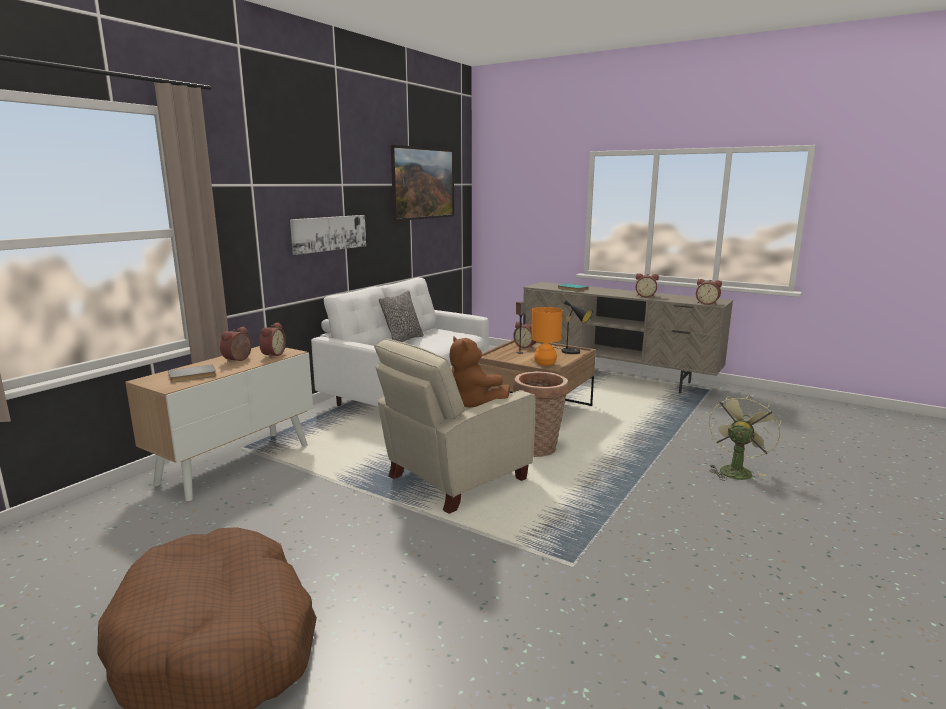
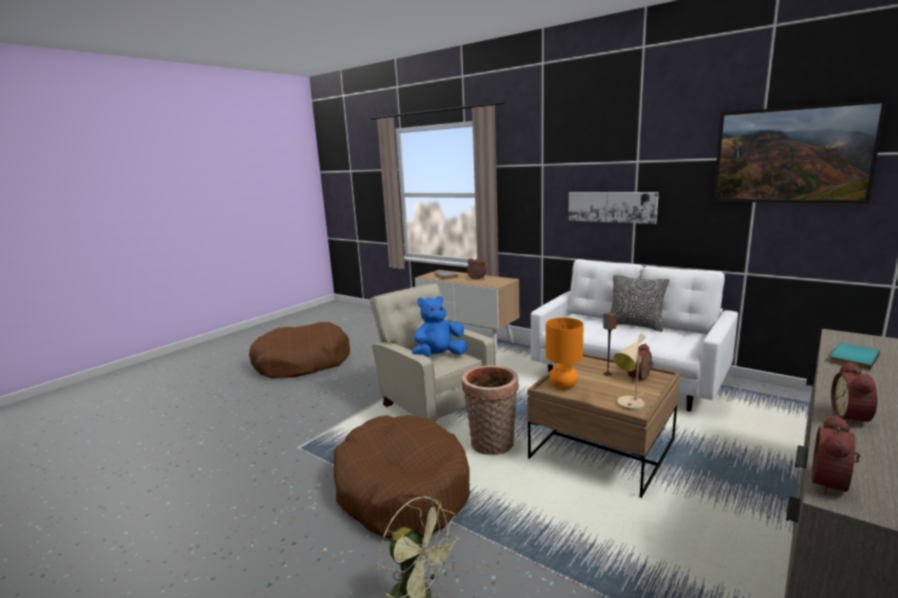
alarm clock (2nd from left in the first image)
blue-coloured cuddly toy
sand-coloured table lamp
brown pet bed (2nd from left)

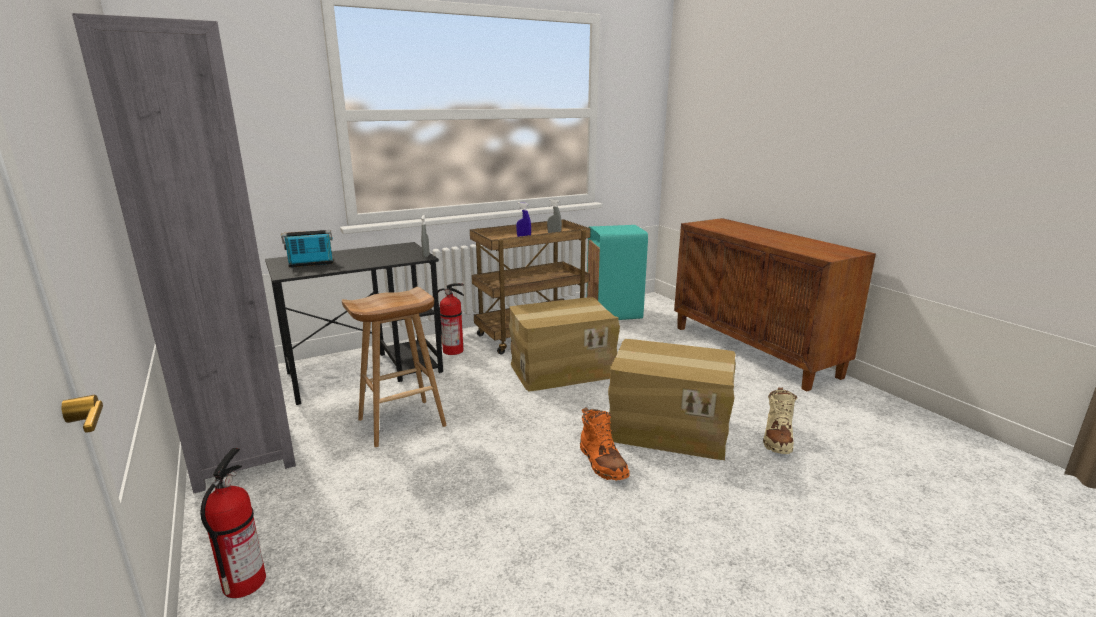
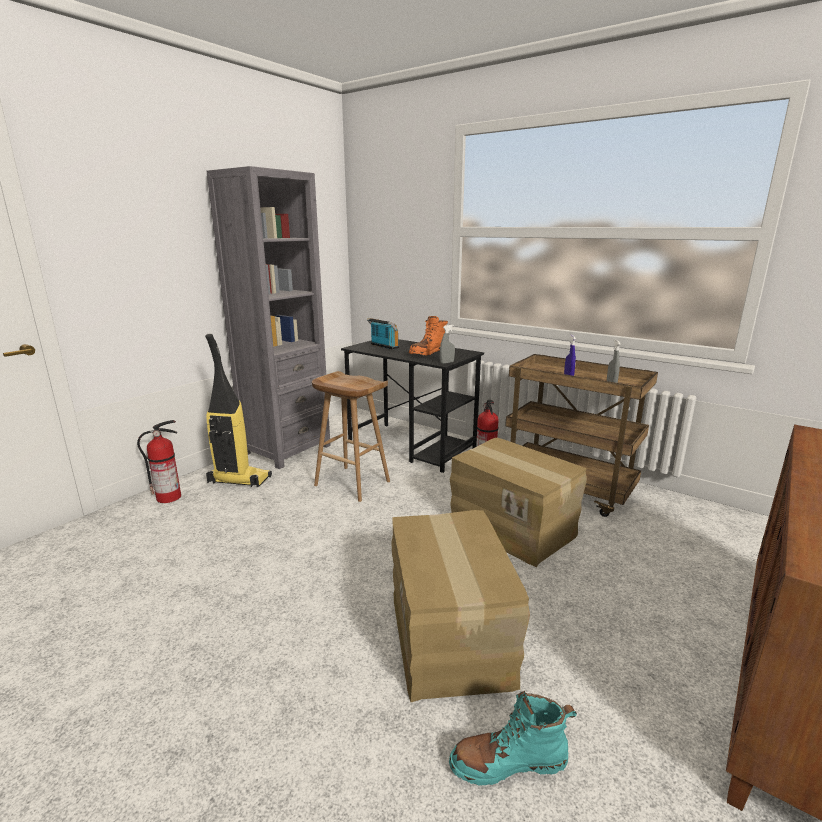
orangey tall boot
blue-green rubbish bin
blue-green tall boot
hoover

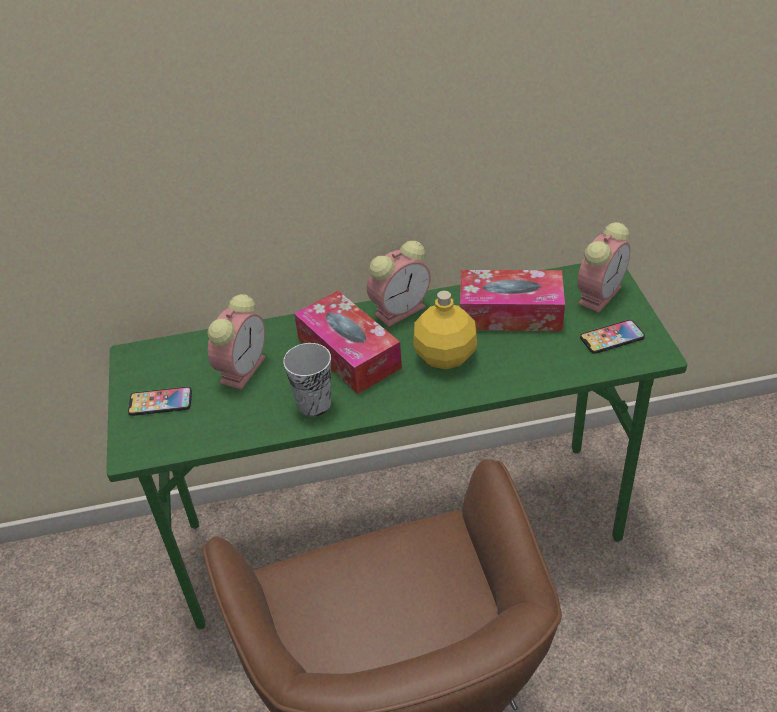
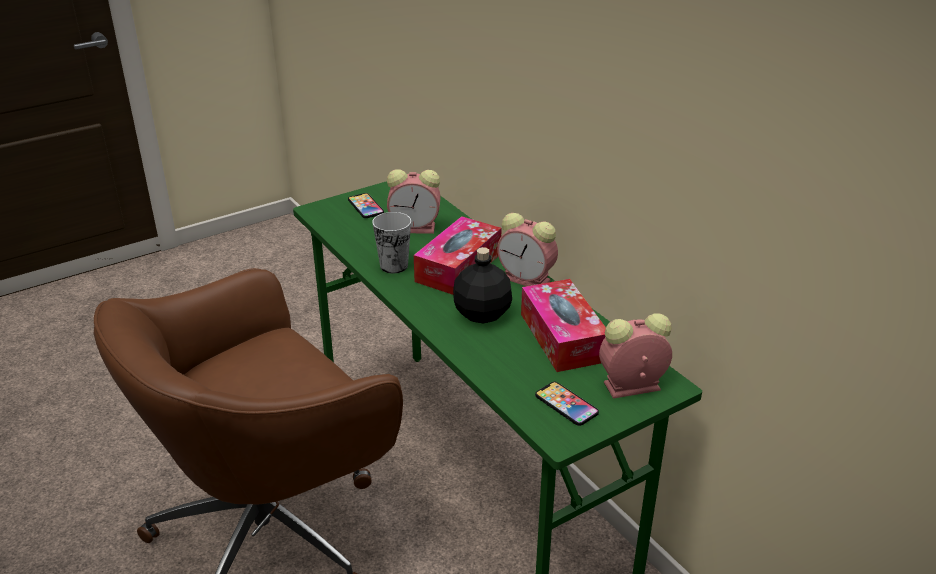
black drink bottle
alarm clock (3rd from left)

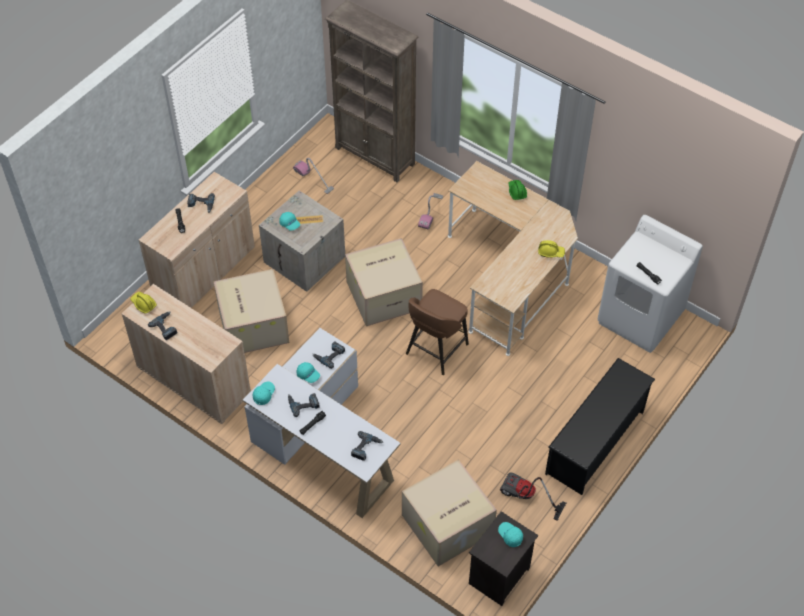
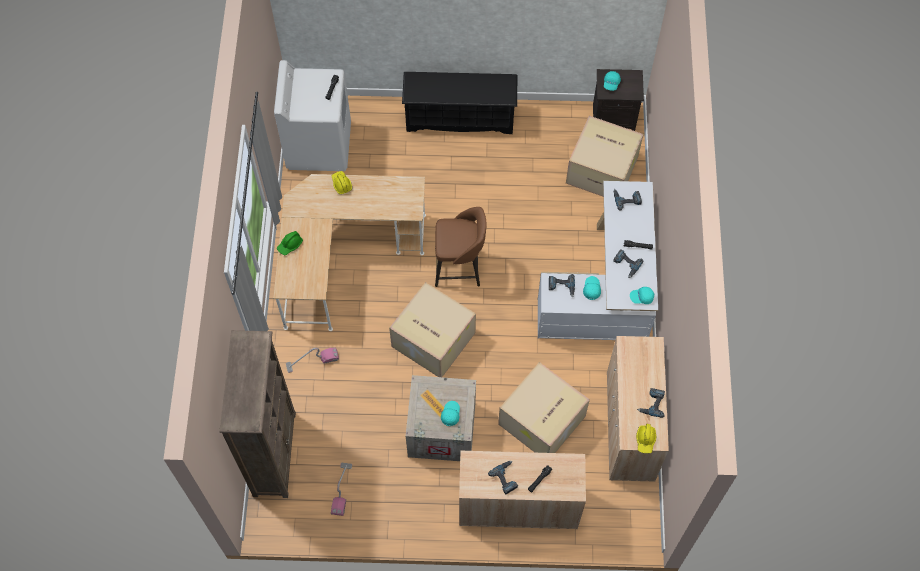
hoover (3rd from left in the first image)

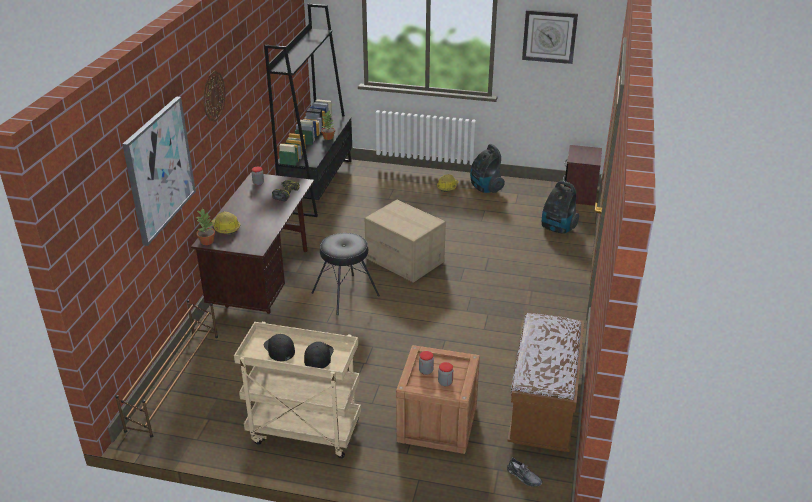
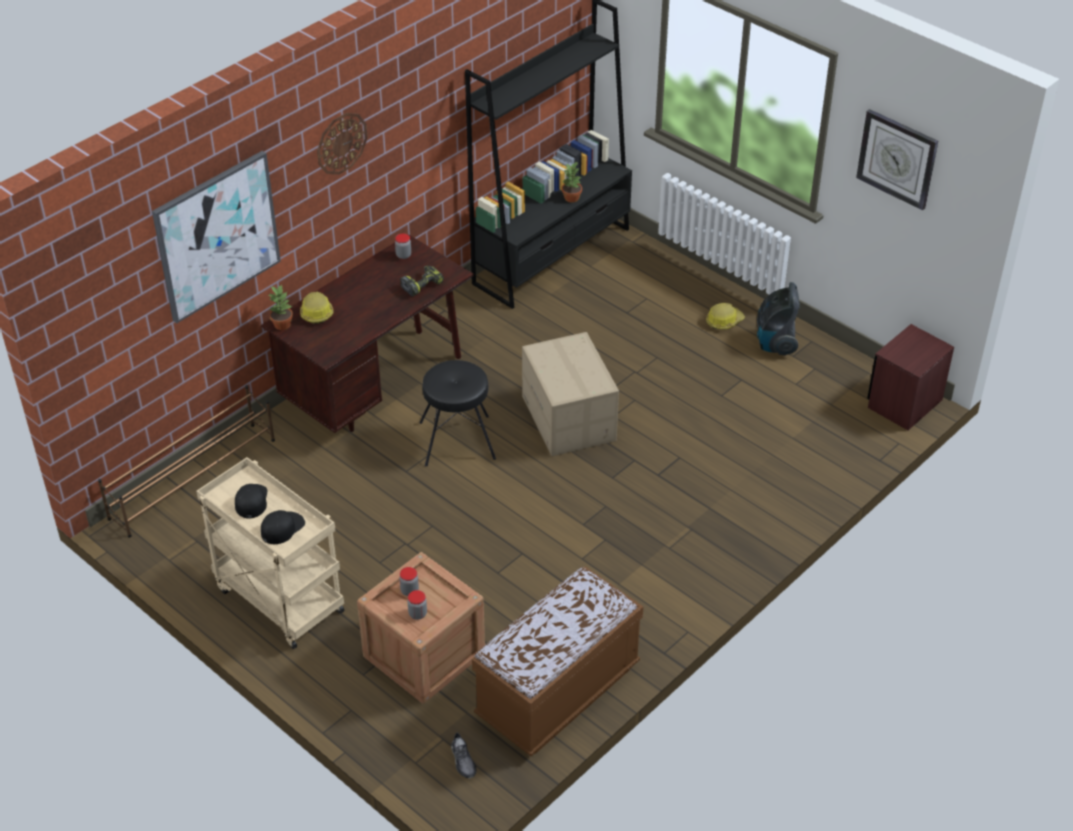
hoover (2nd from left in the first image)

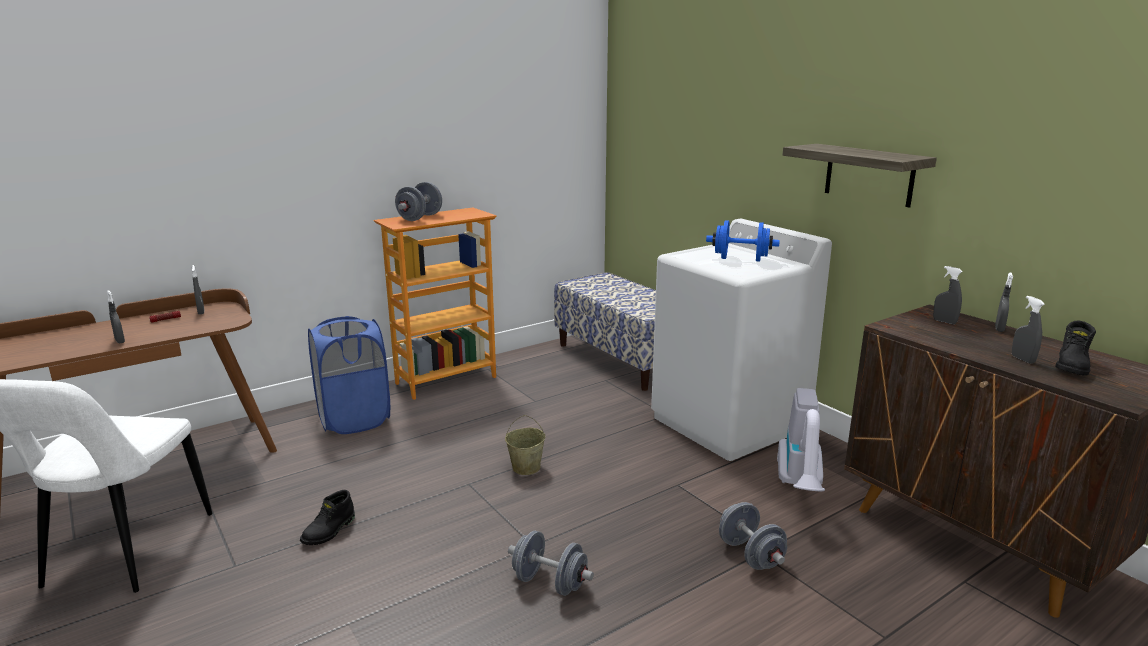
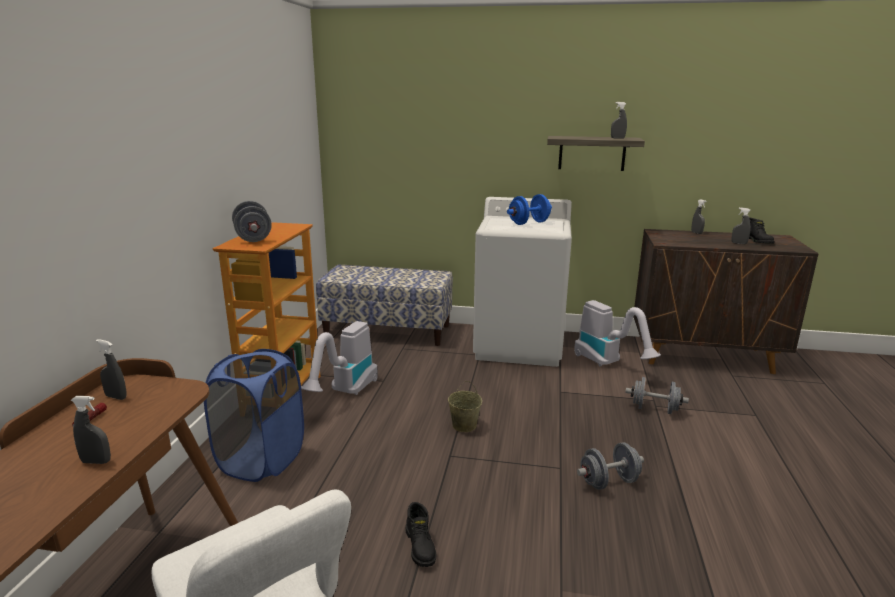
grey sprayer (3rd from left)
hoover (1st from left)

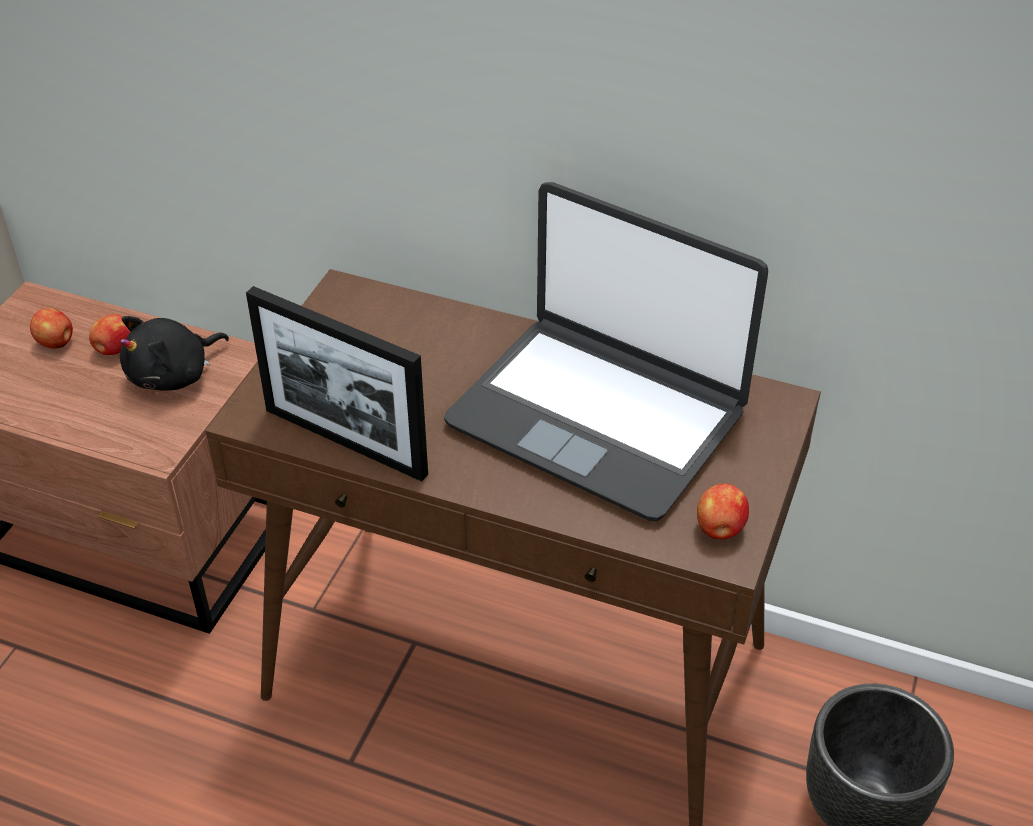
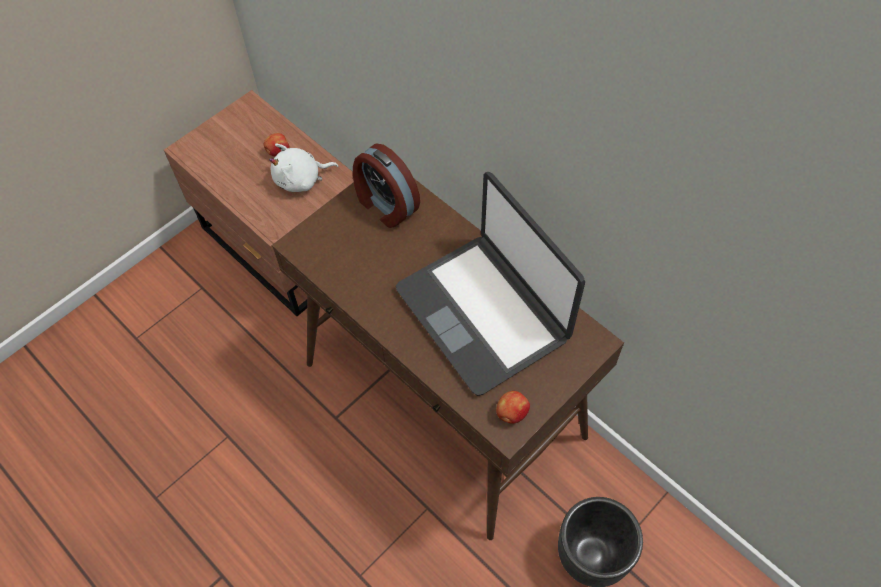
whole apple (1st from left in the first image)
white-coloured cuddly toy
standing frame
alarm clock

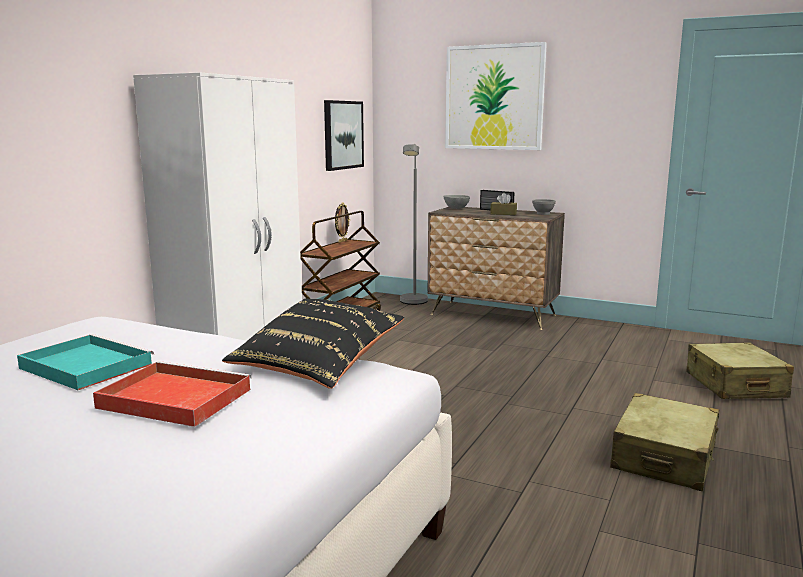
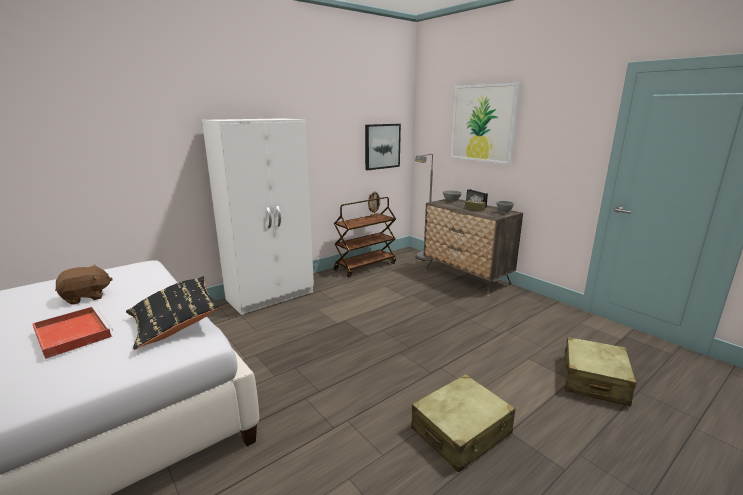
brown cuddly toy

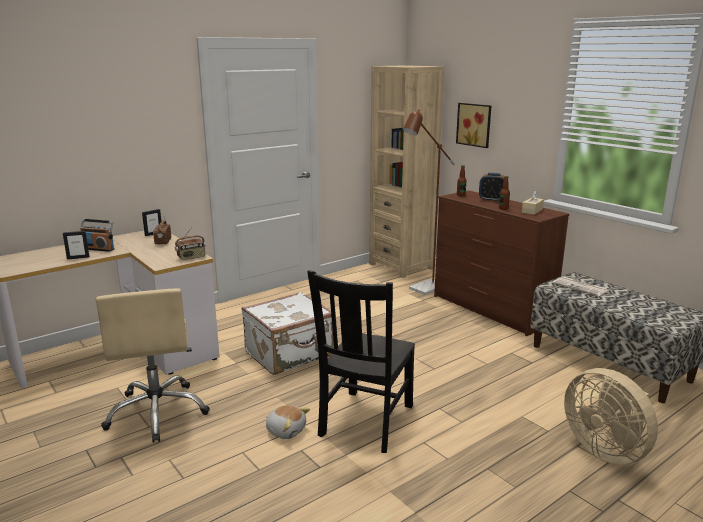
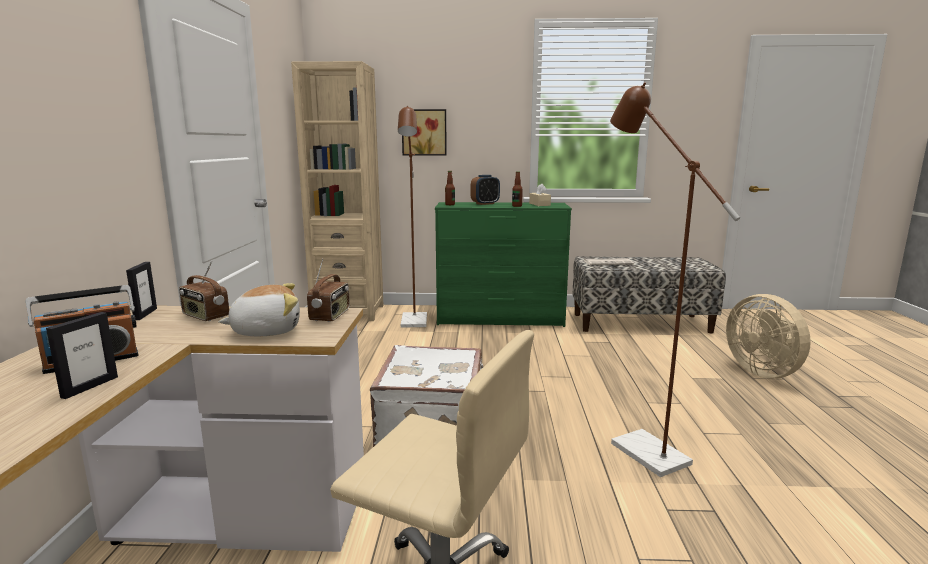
cuddly toy
brown standing lamp (2nd from left)
greenish dresser
sand-coloured cooling fan

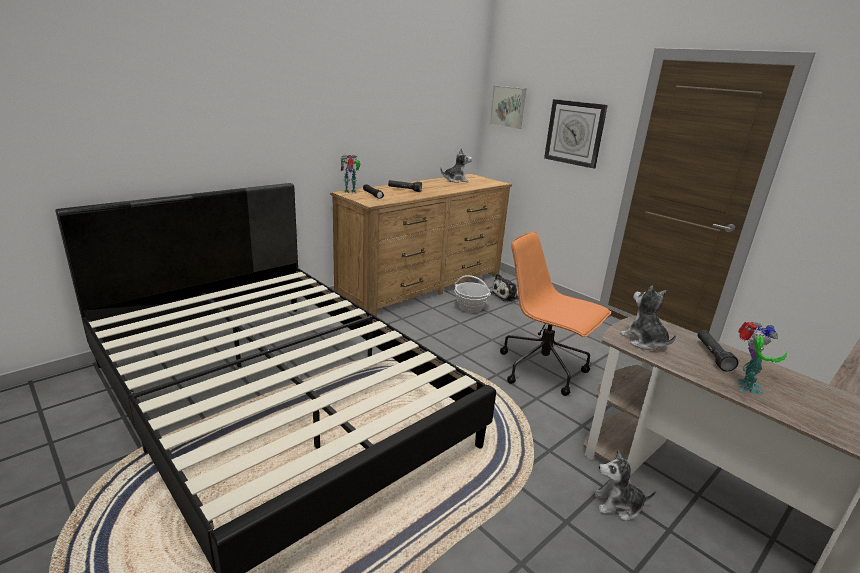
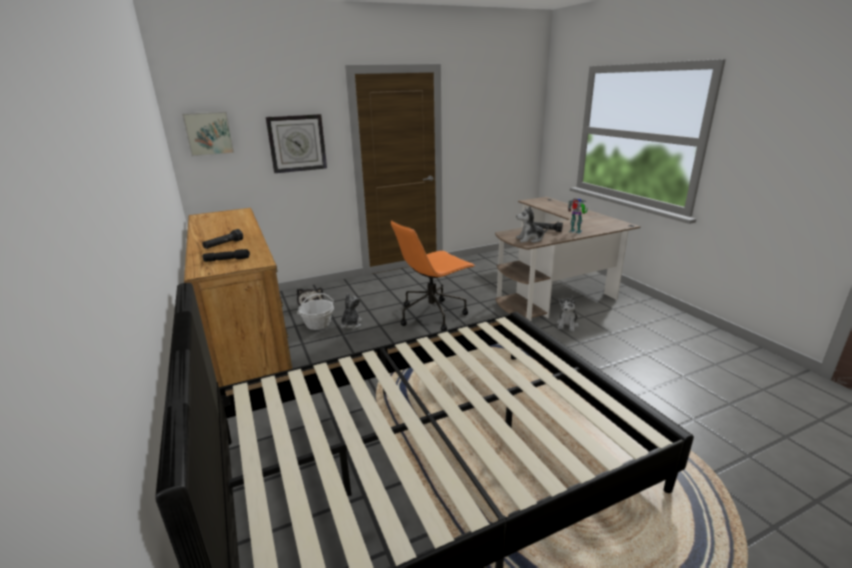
toy robot (1st from left in the first image)
cuddly toy (2nd from left)

